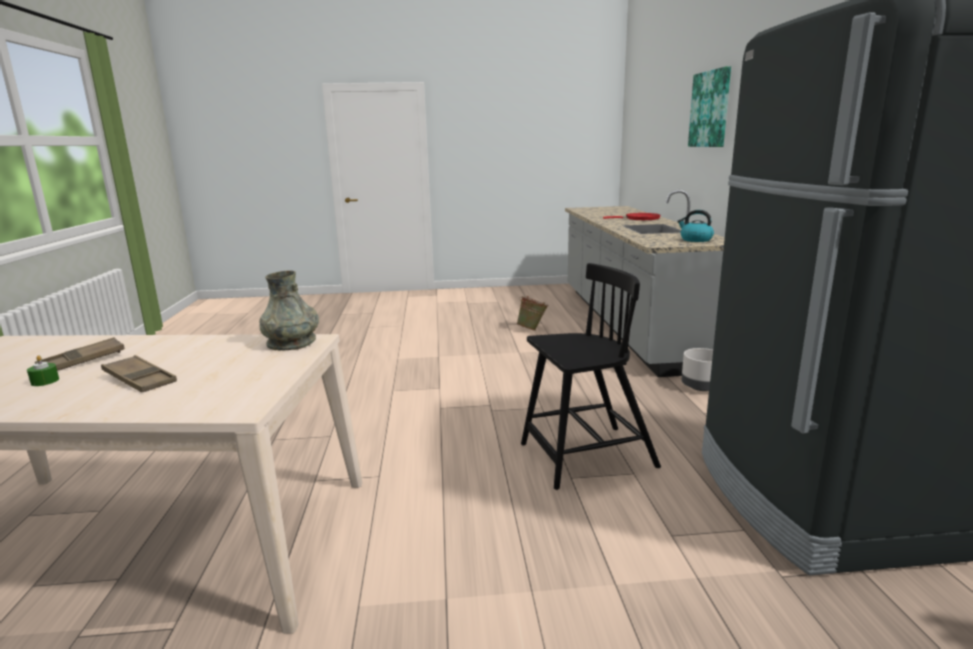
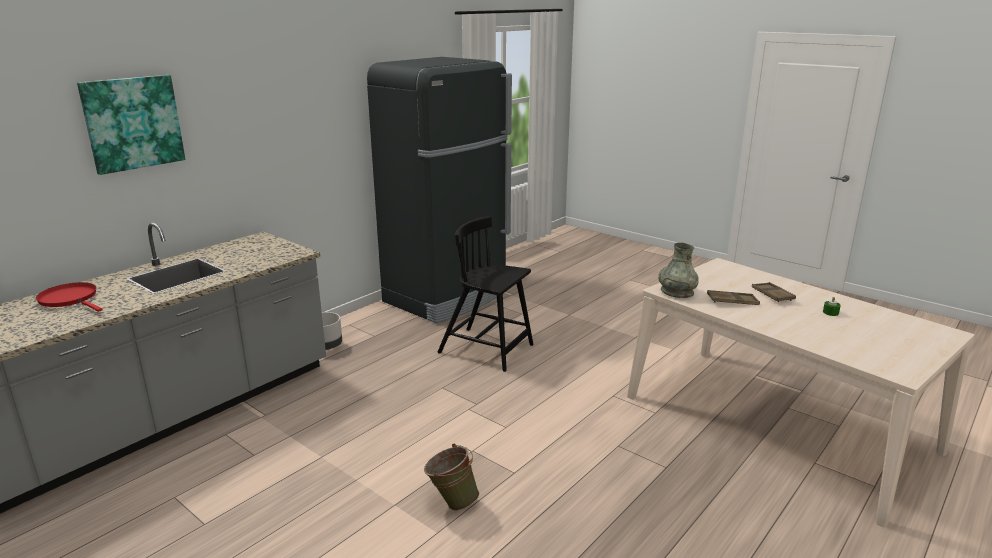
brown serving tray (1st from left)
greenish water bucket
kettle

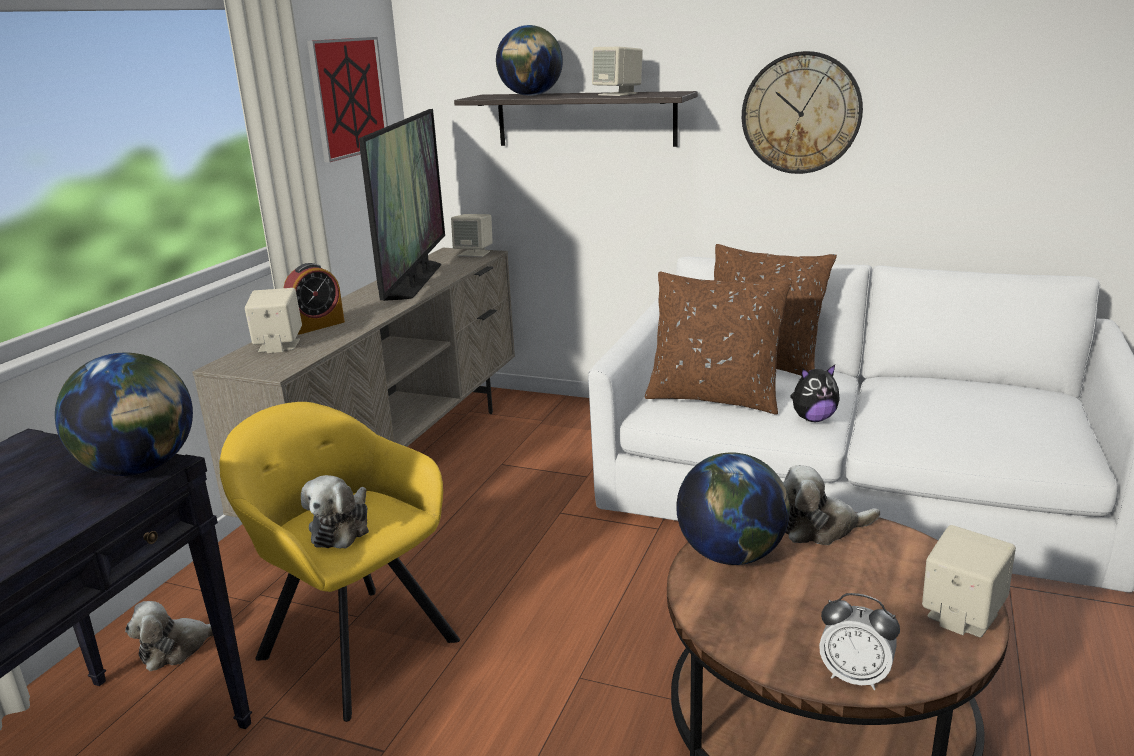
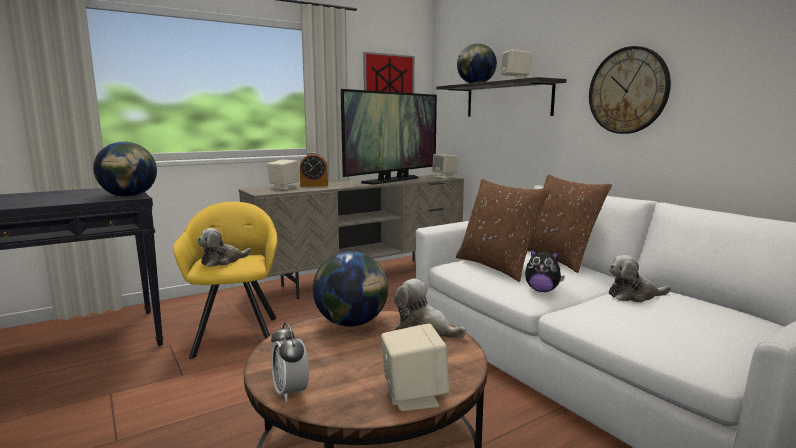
cuddly toy (4th from left)

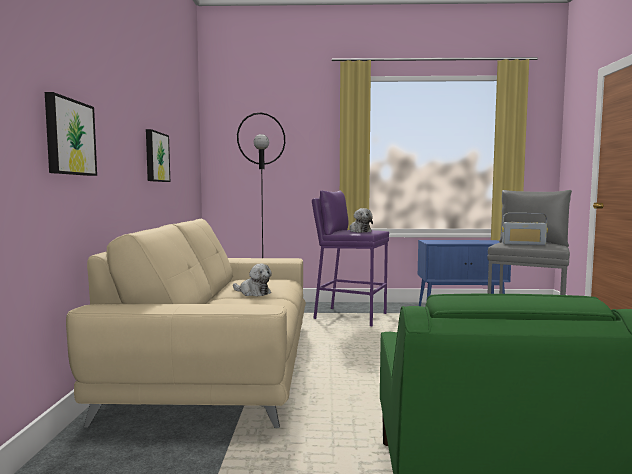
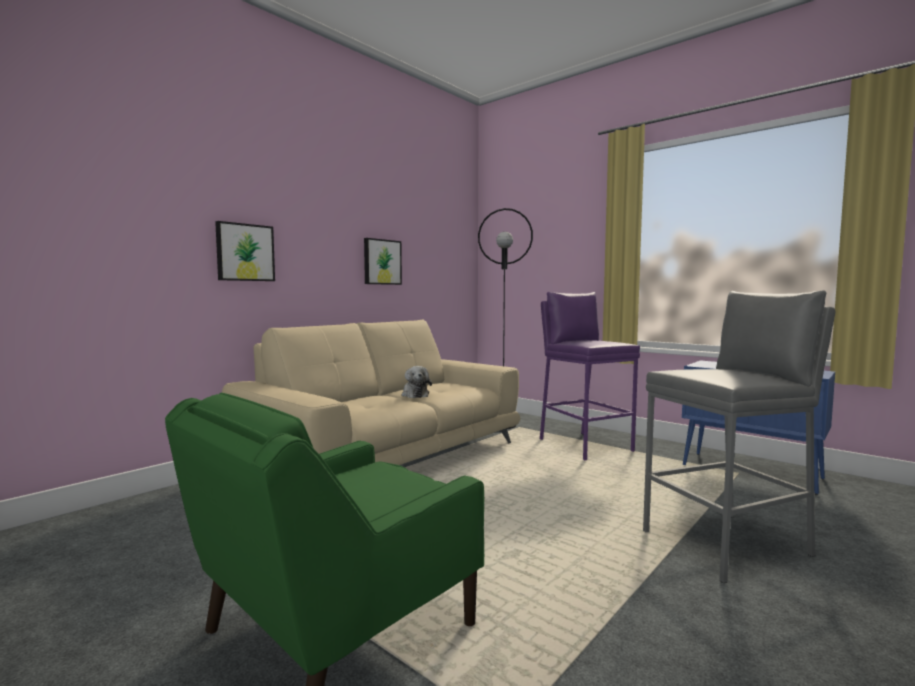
cuddly toy (2nd from left in the first image)
radio receiver

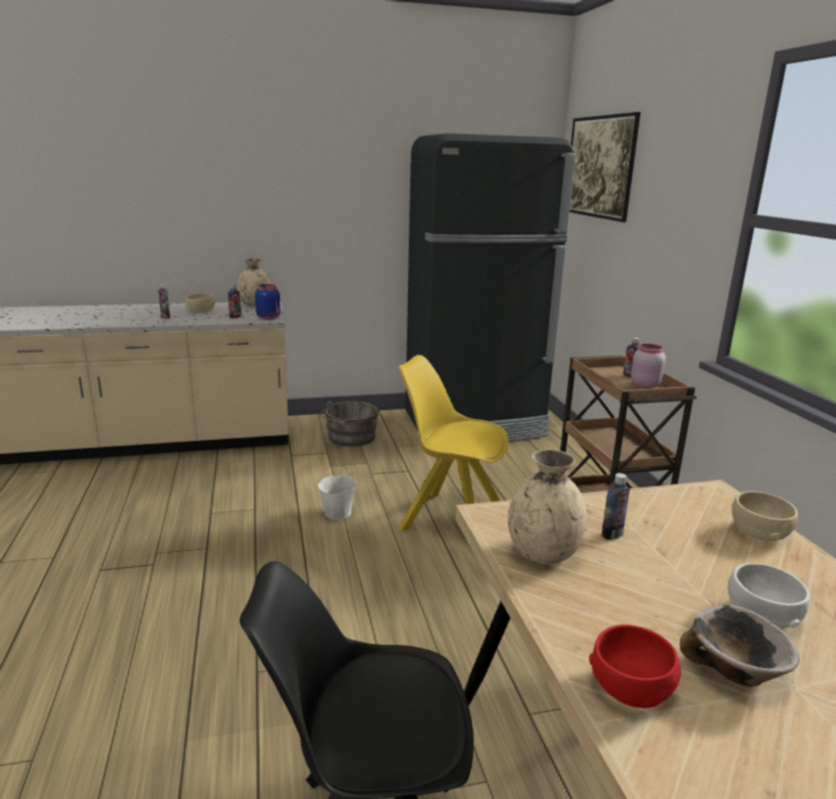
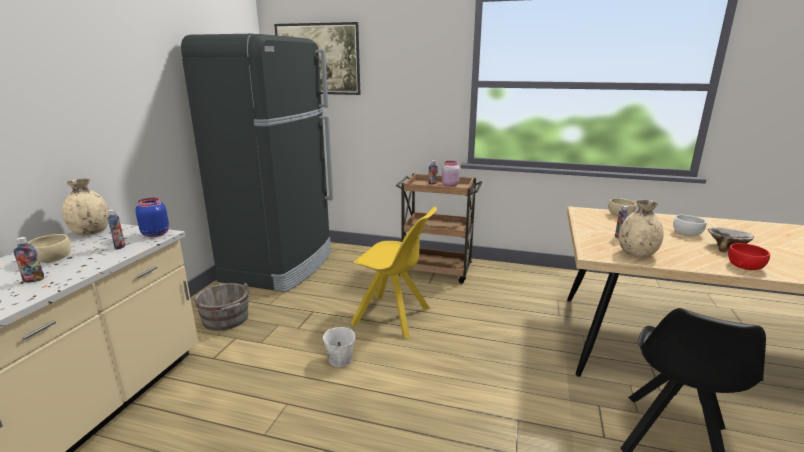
yellow-coloured upright chair

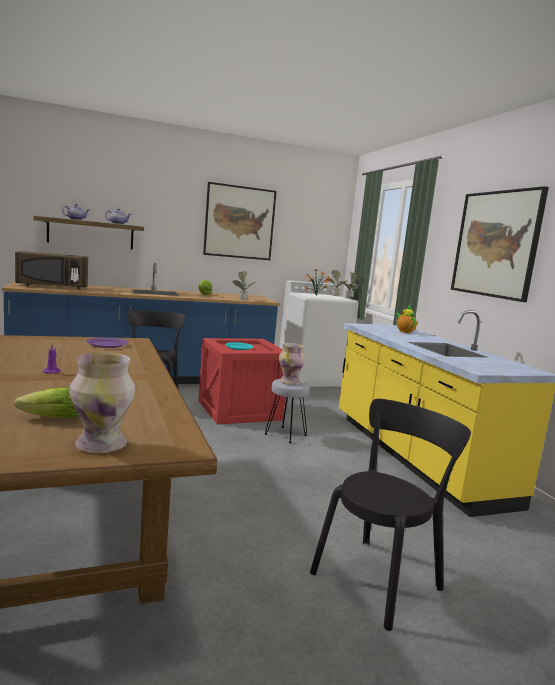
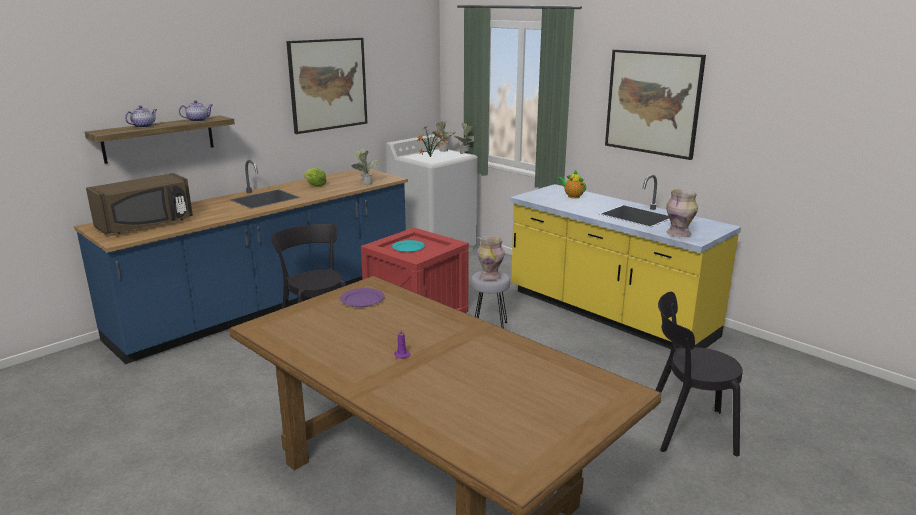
head of lettuce (1st from left in the first image)
flower vase (2nd from left)
black upright chair (2nd from left)

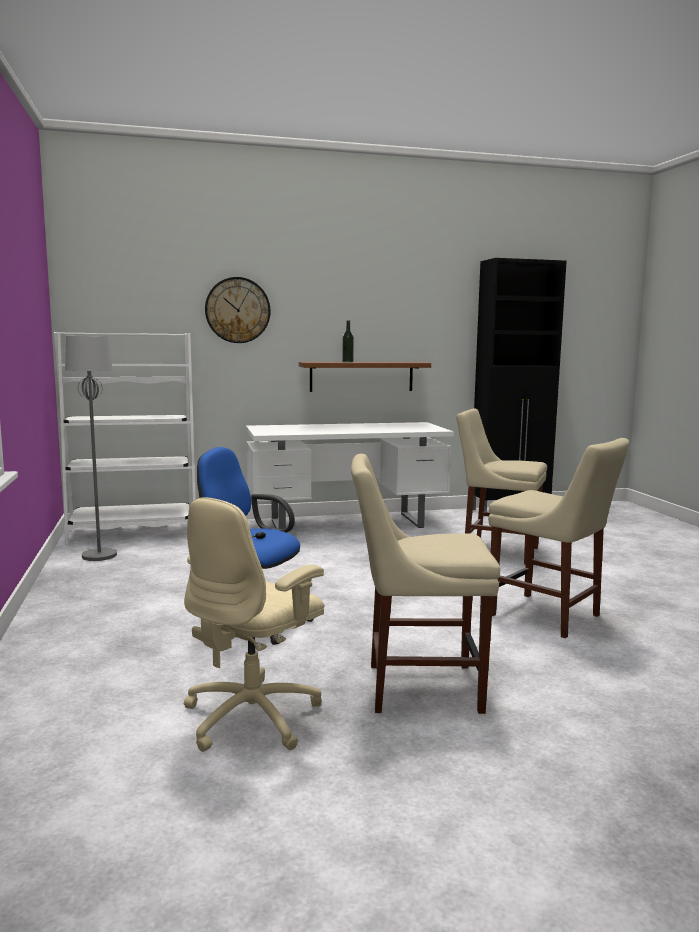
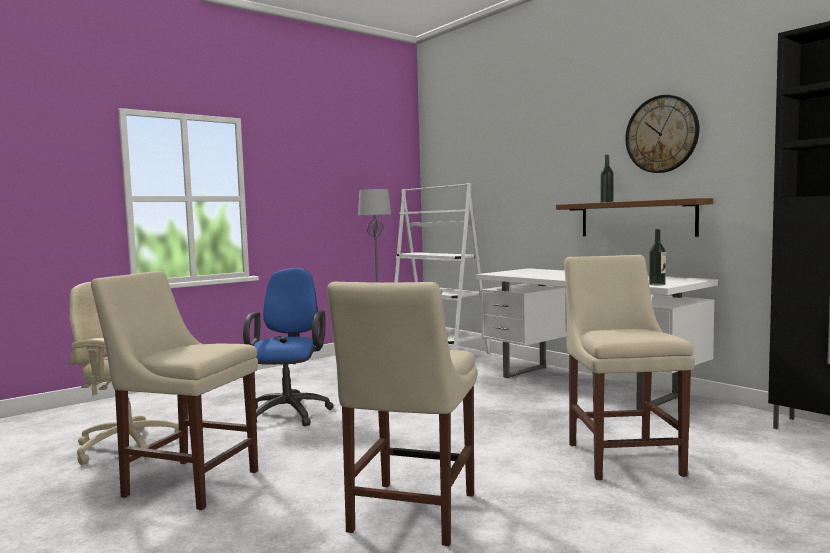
clock on the wall
sand-coloured upright chair (1st from left)
drink bottle (2nd from left)

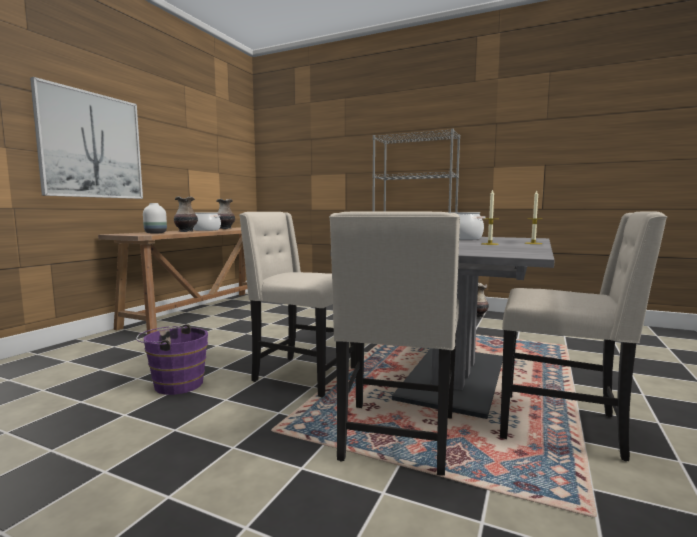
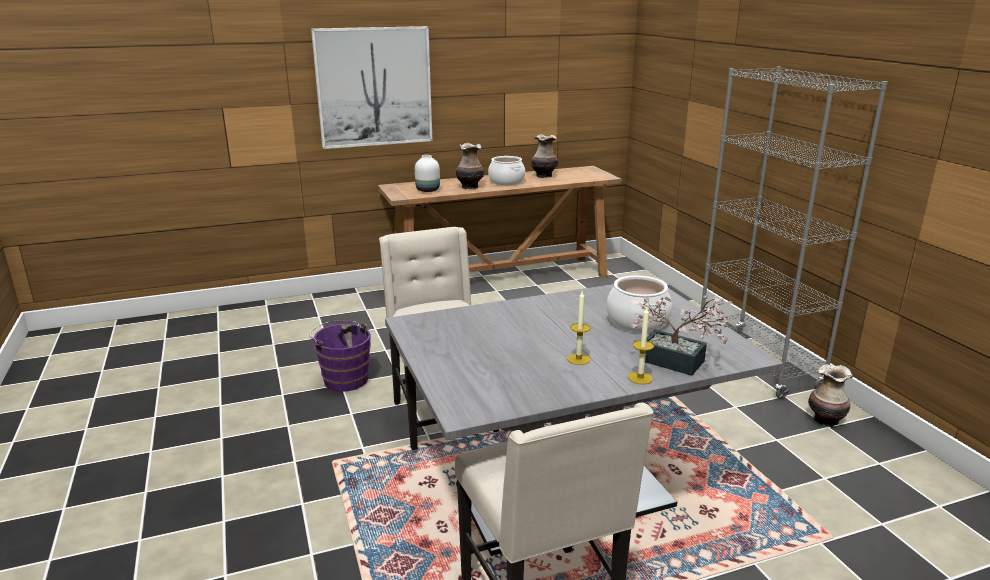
sand-coloured upright chair (2nd from left in the first image)
houseplant

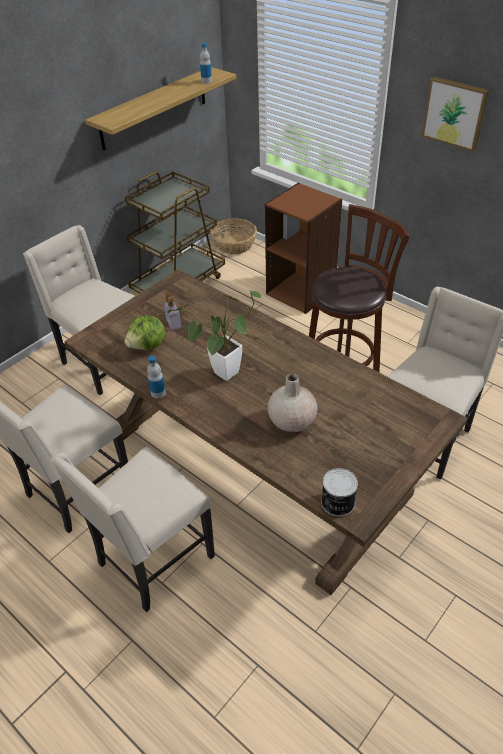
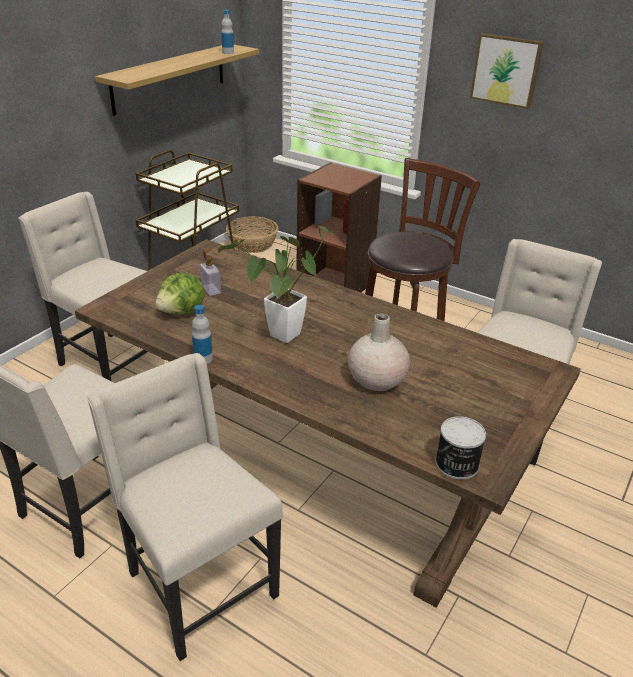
sand-coloured upright chair (3rd from left)

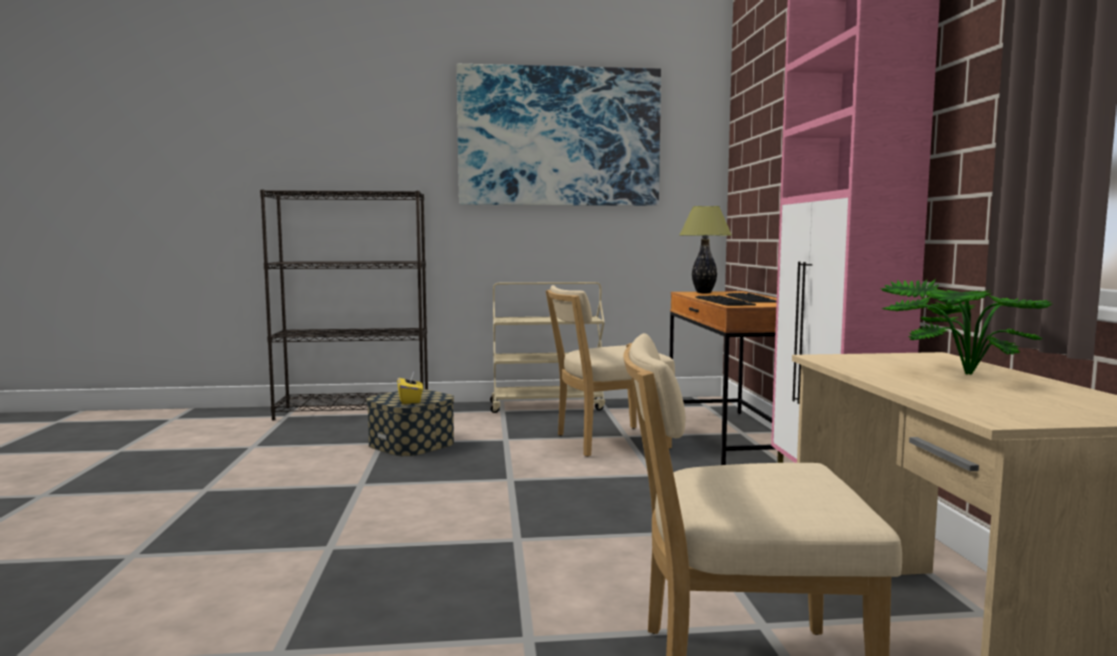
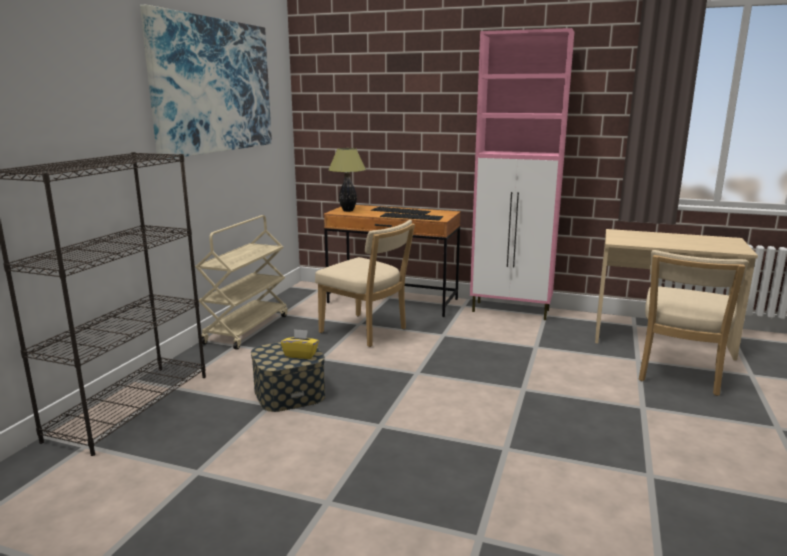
sand-coloured upright chair (1st from left)
houseplant

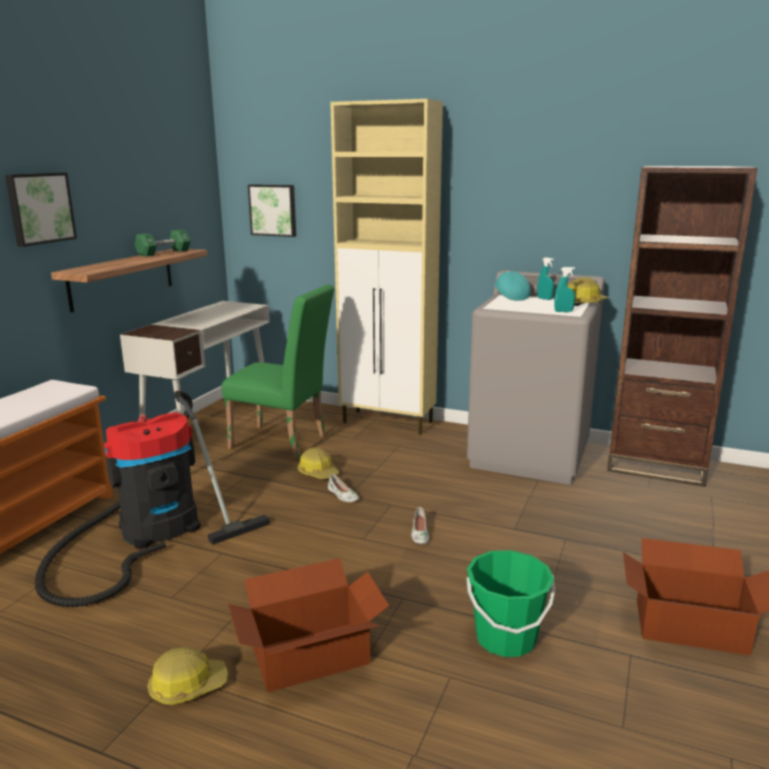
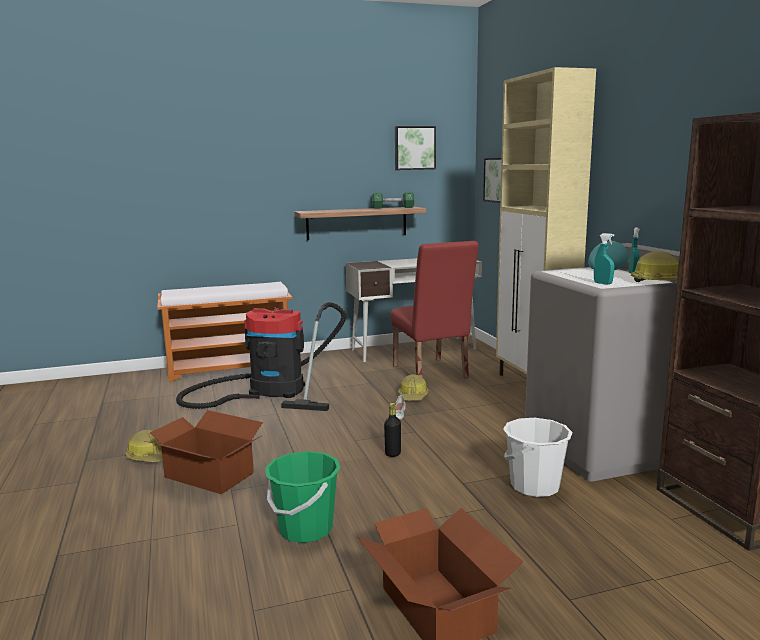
wall picture (1st from left)
red-coloured upright chair
black drink bottle
white-coloured water bucket

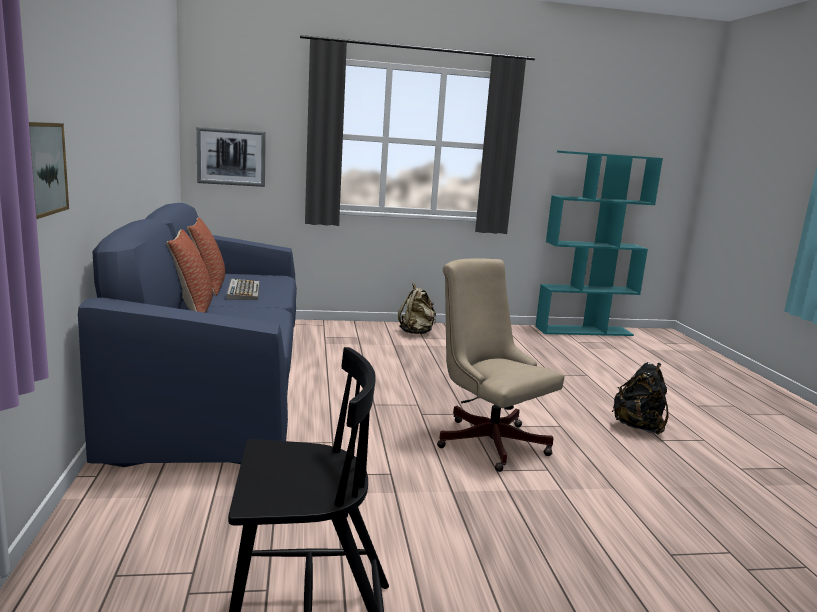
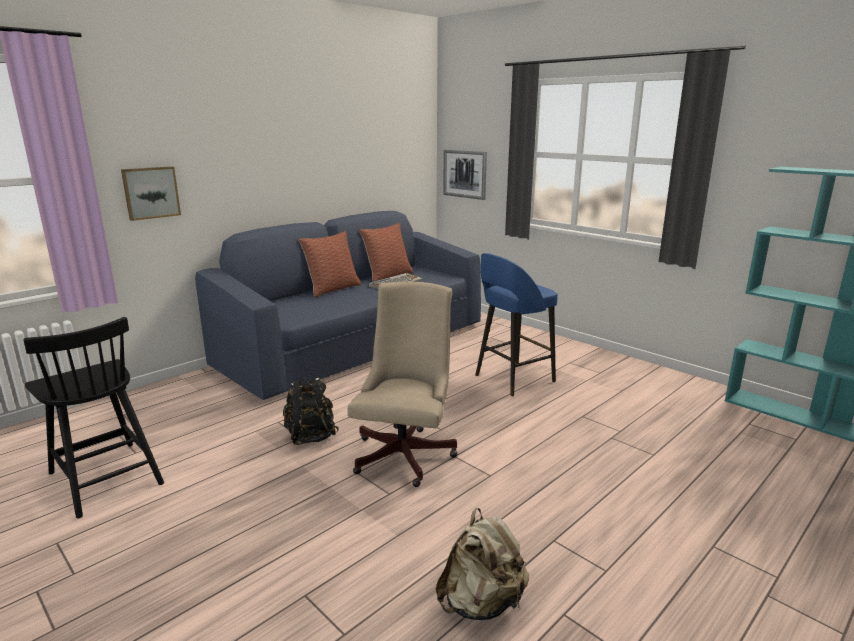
sand-coloured knapsack
black knapsack
blue-coloured stool seat

